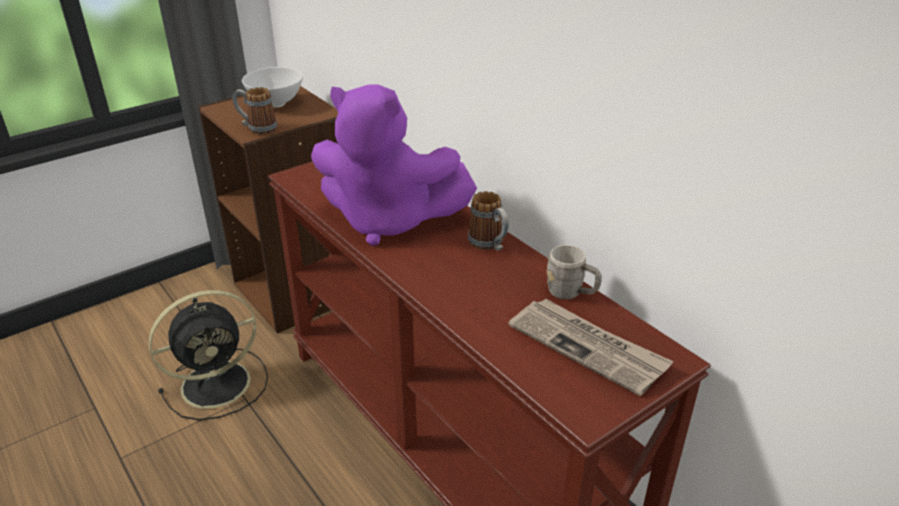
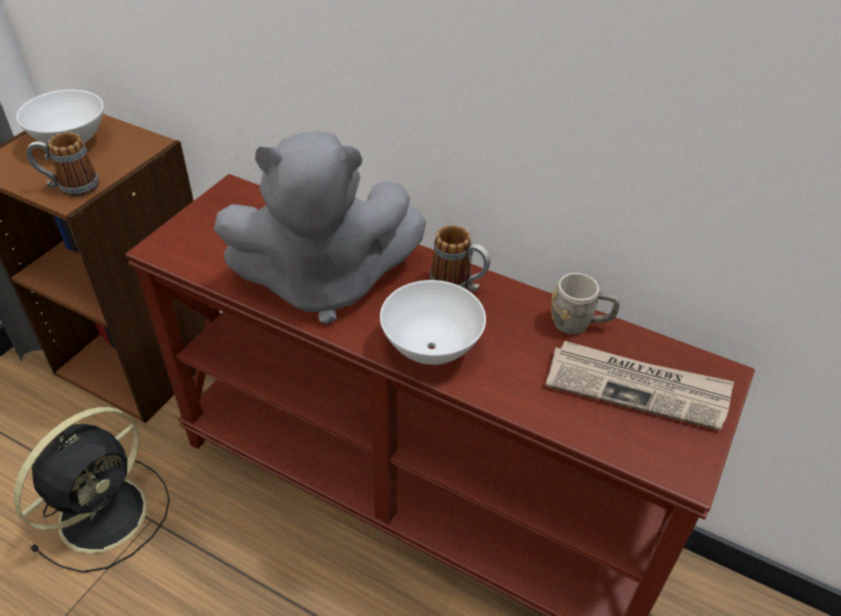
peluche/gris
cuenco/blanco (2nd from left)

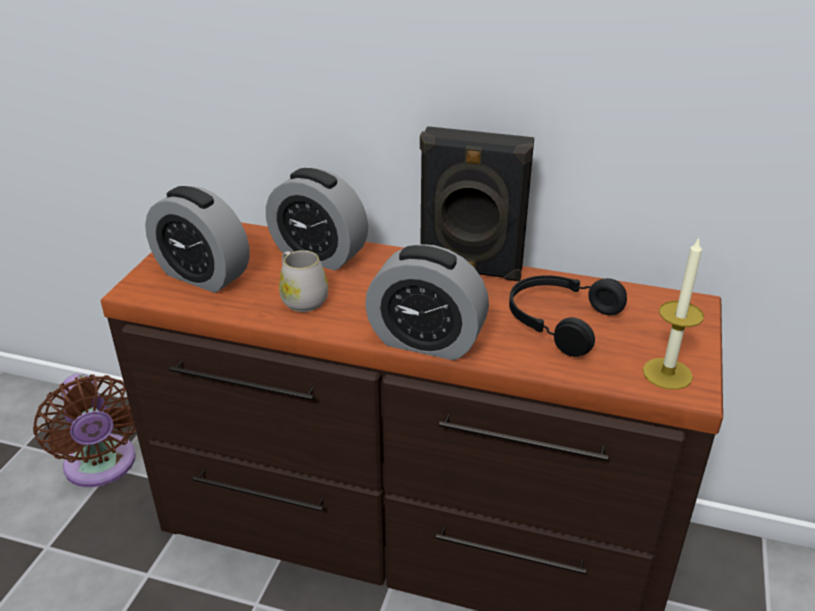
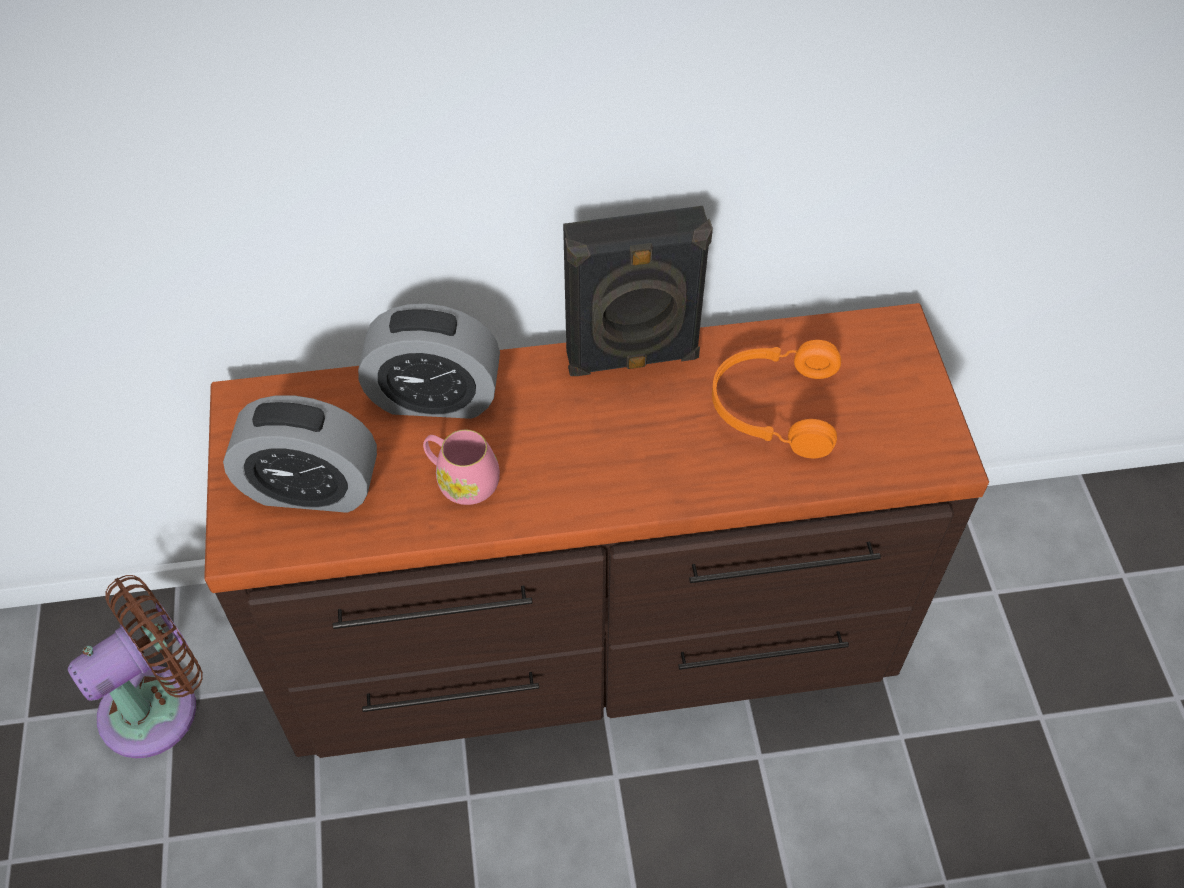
vela
despertador (3rd from left in the first image)
taza grande/rosa
auriculares/naranja
ventilador/marrón

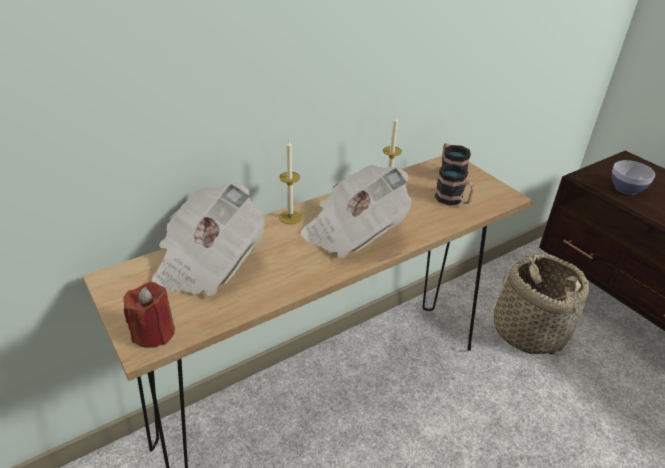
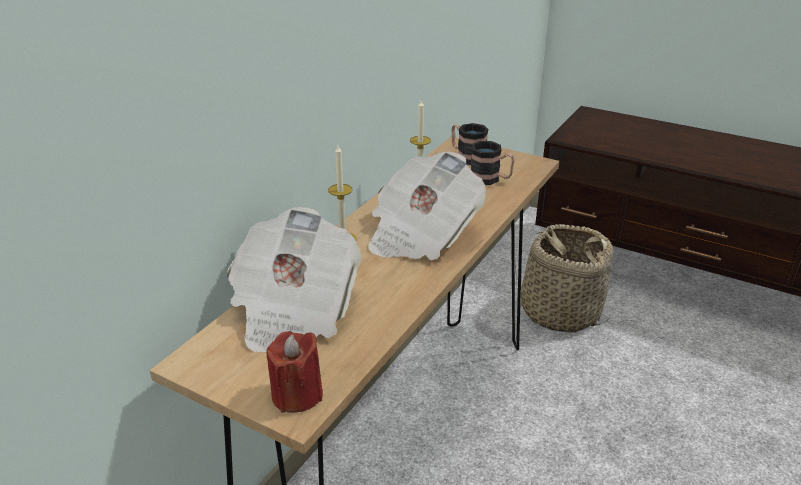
cuenco

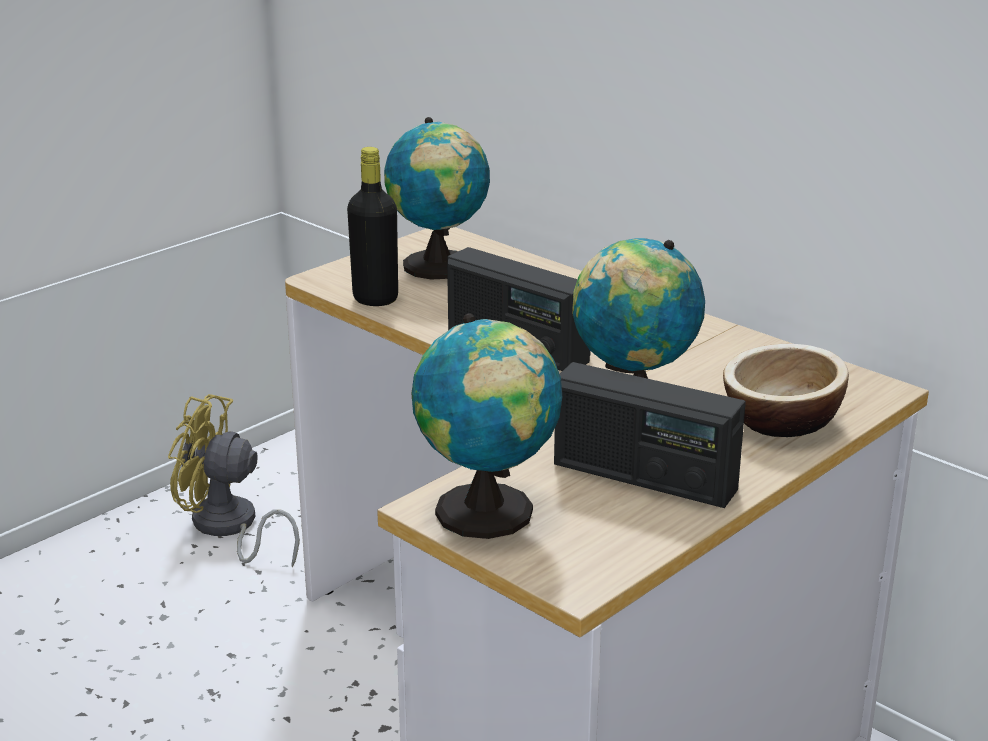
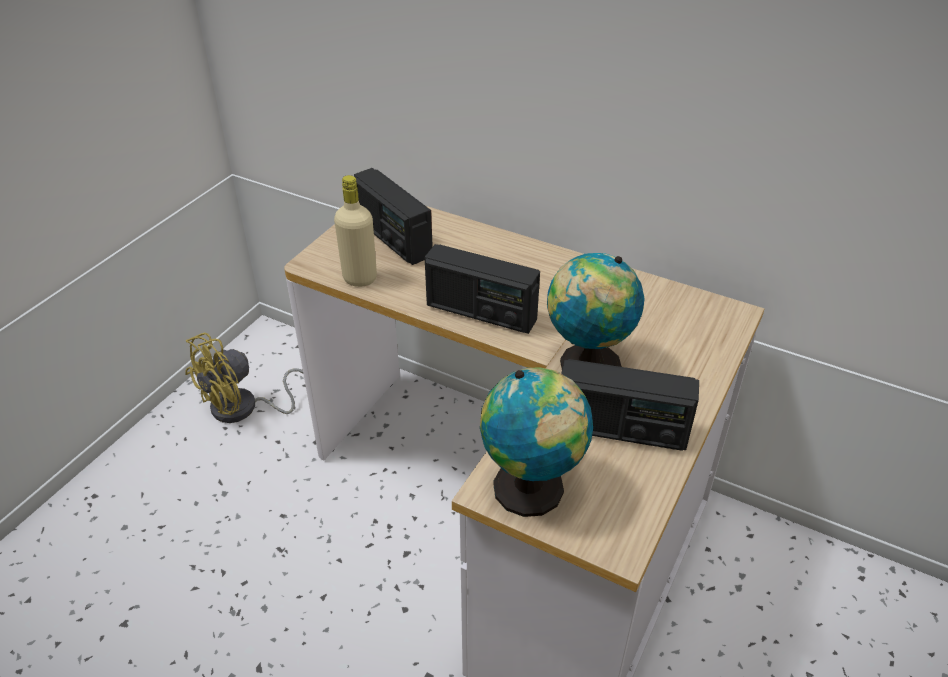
radio (1st from left)
botella/beis
cuenco
ventilador/amarillo

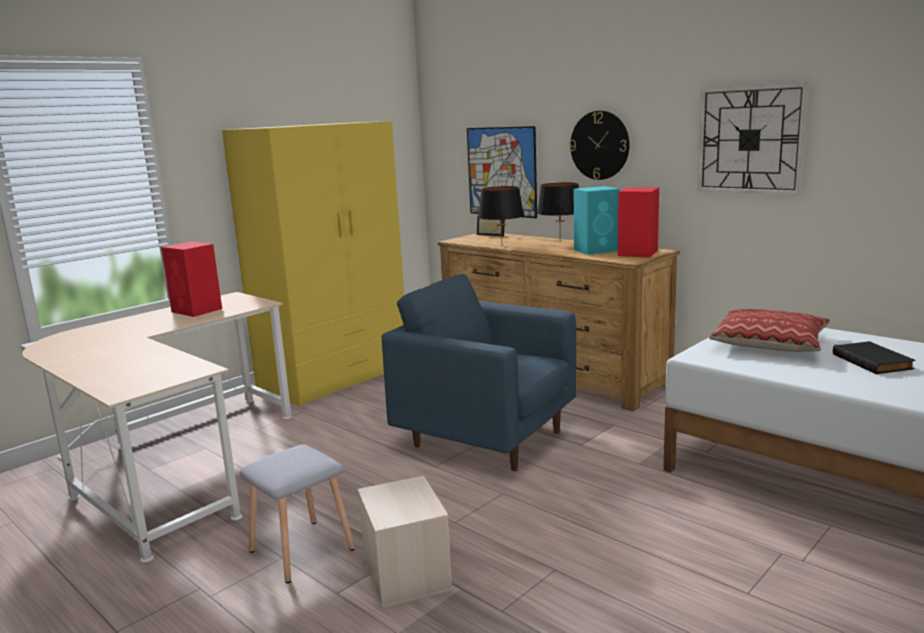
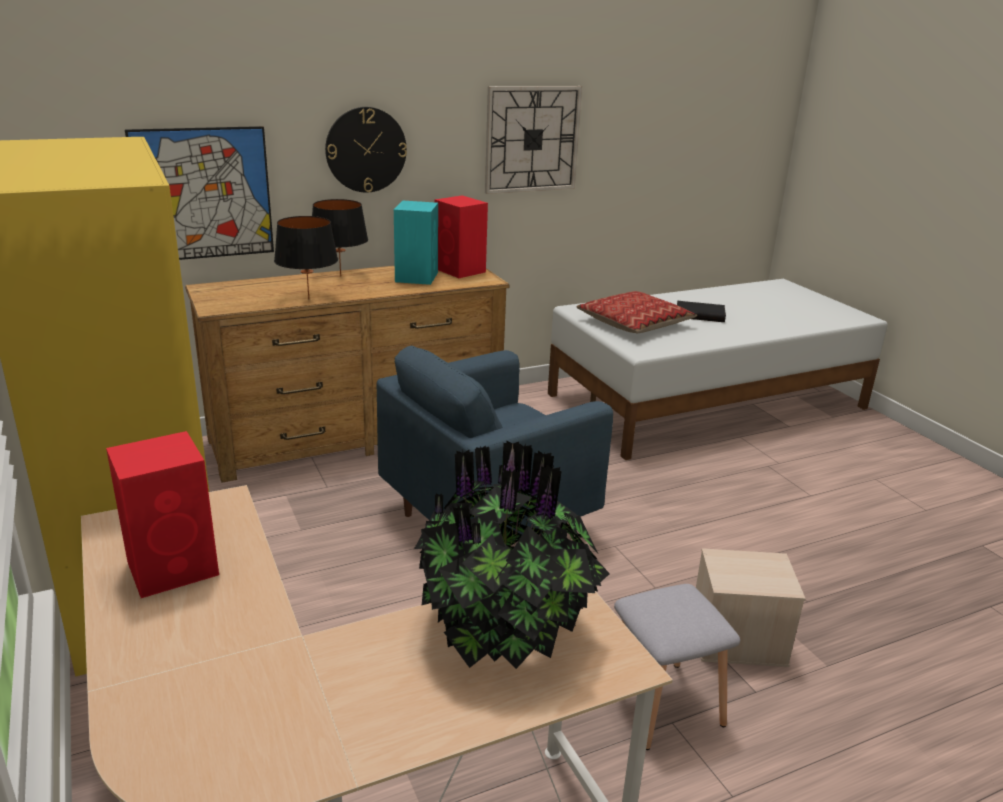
portarretratos
planta en maceta

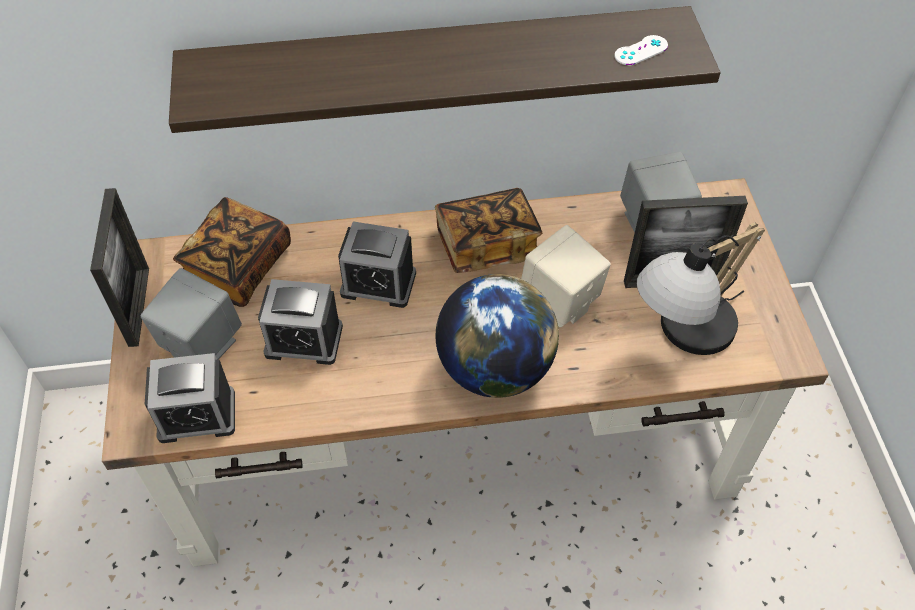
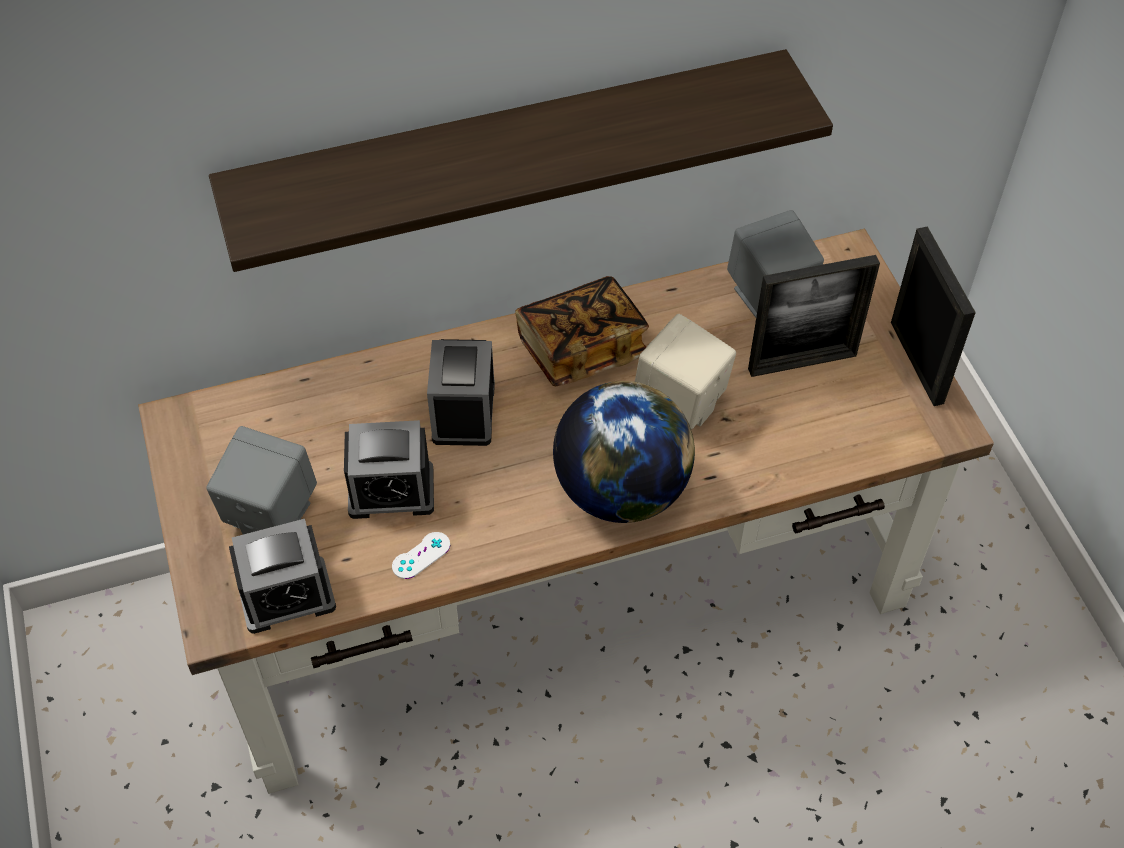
mando de consola/blanco
portarretratos (2nd from left)
libro (1st from left in the first image)
despertador (3rd from left)
lámpara de mesa

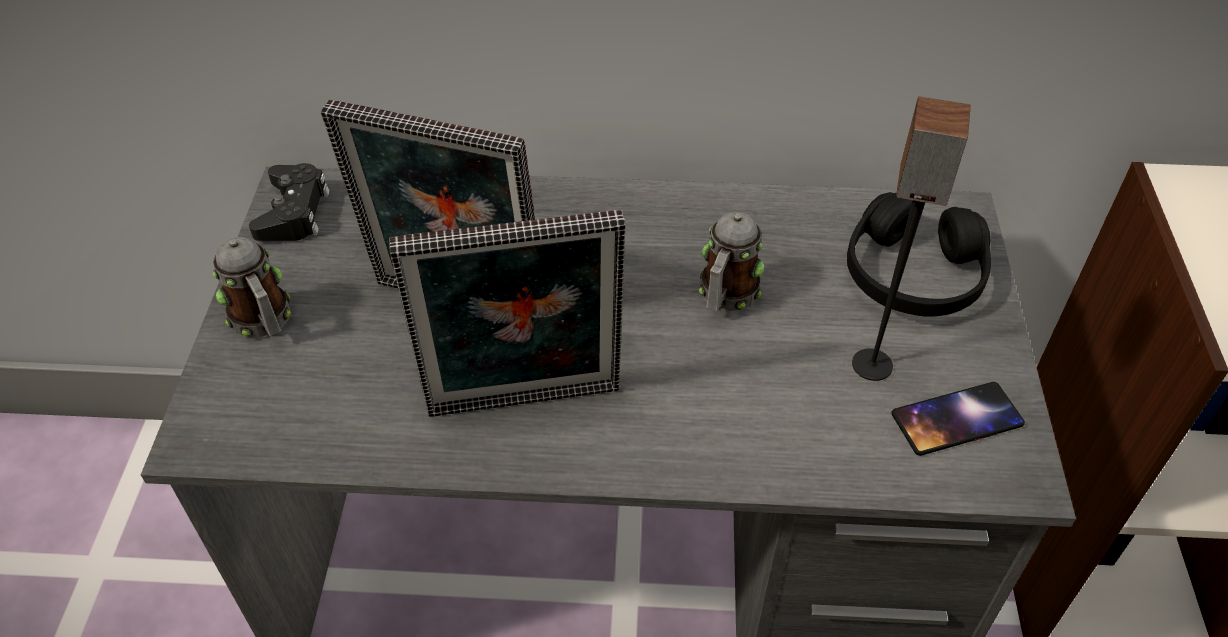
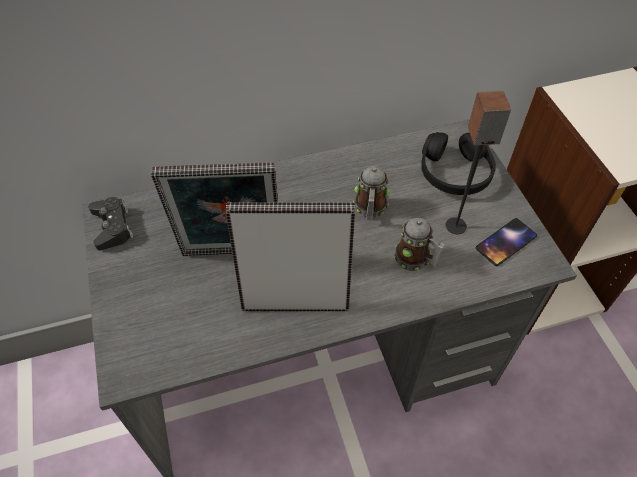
portarretratos (2nd from left)
taza grande (2nd from left)

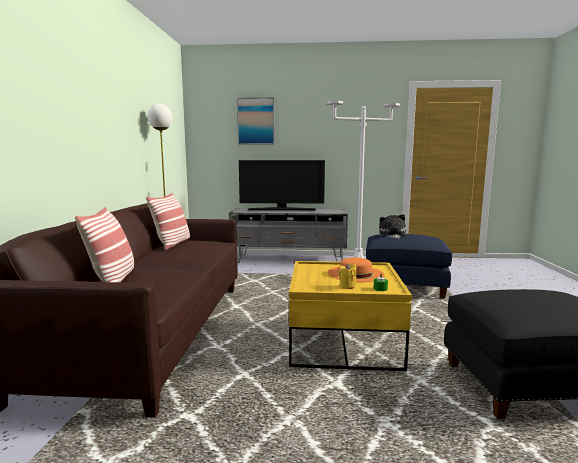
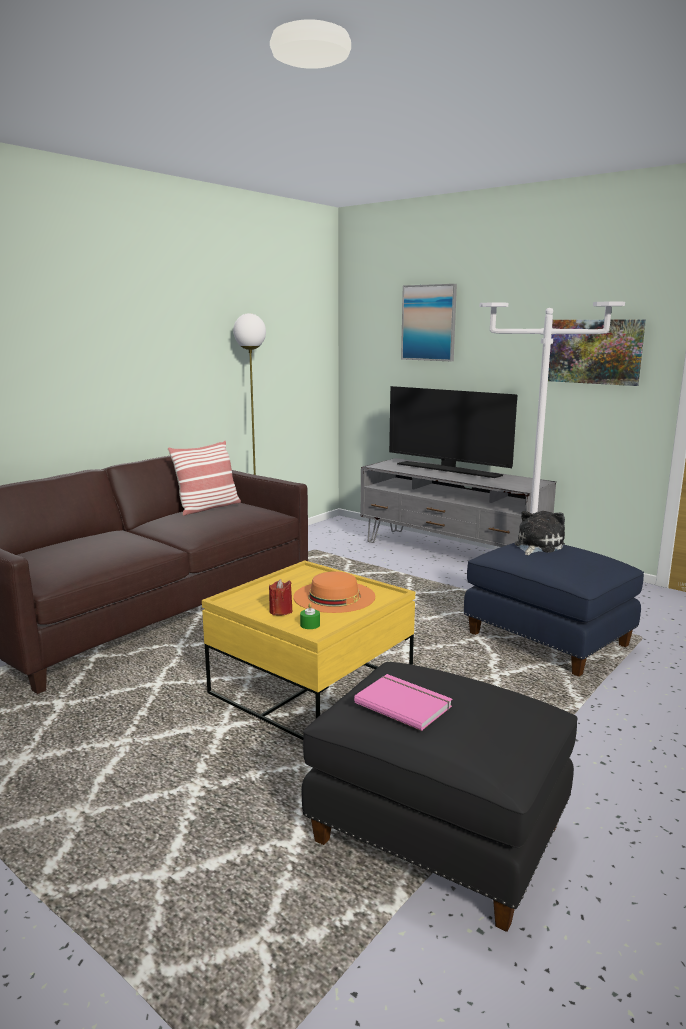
cojín (1st from left in the first image)
vela/rojo
cuadro (2nd from left)
libro/rosa

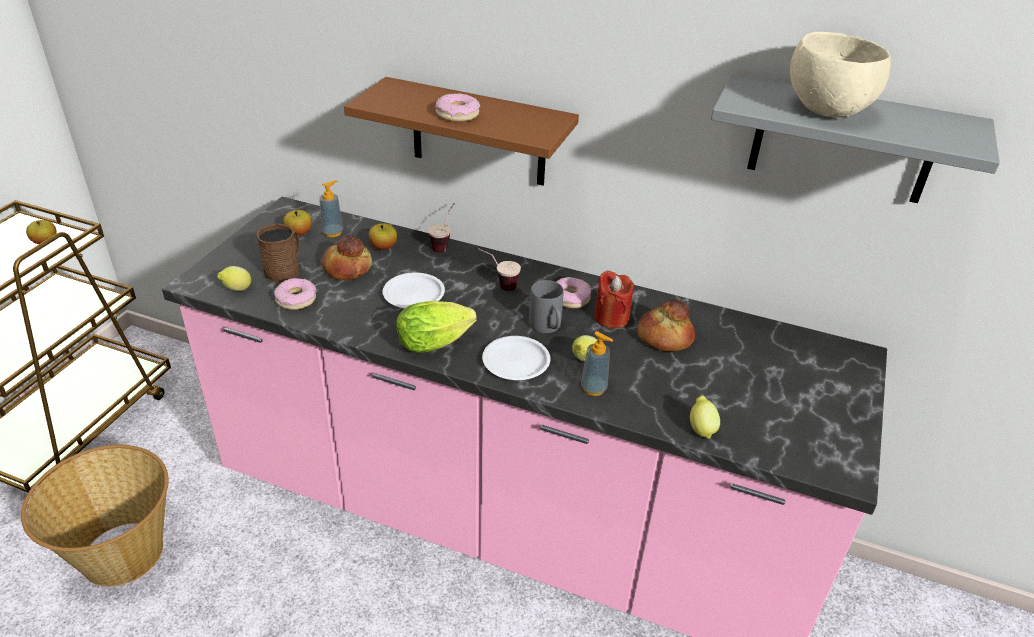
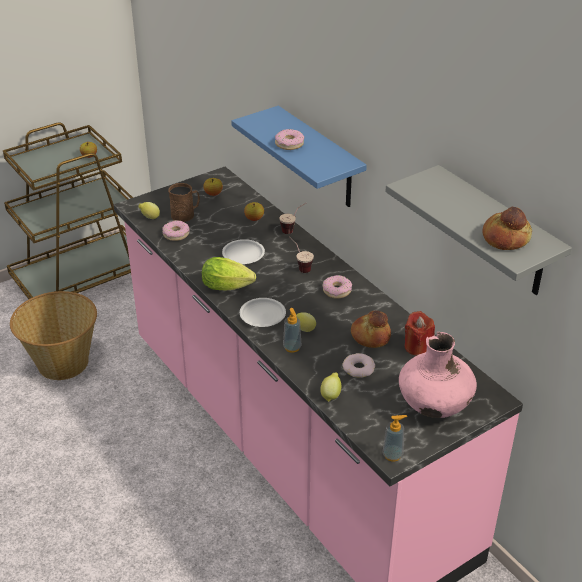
cuenco/beis
estante/azul
dispensador de jabón (2nd from left)
pan (2nd from left)
vela/rojo
taza grande/gris
florero/rosa
rosquilla (4th from left)

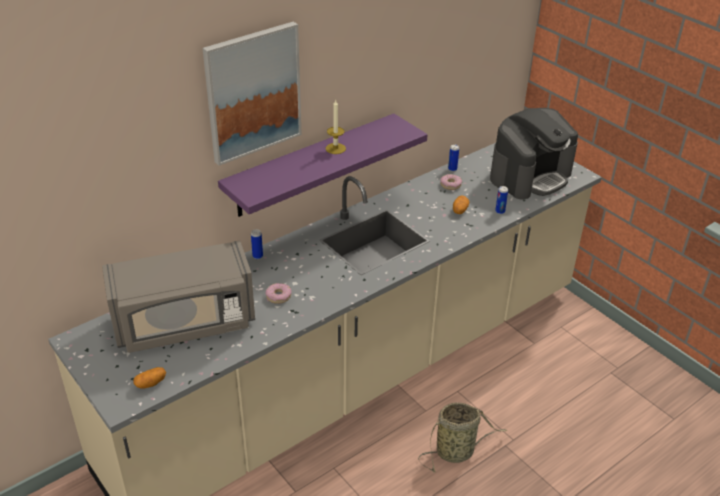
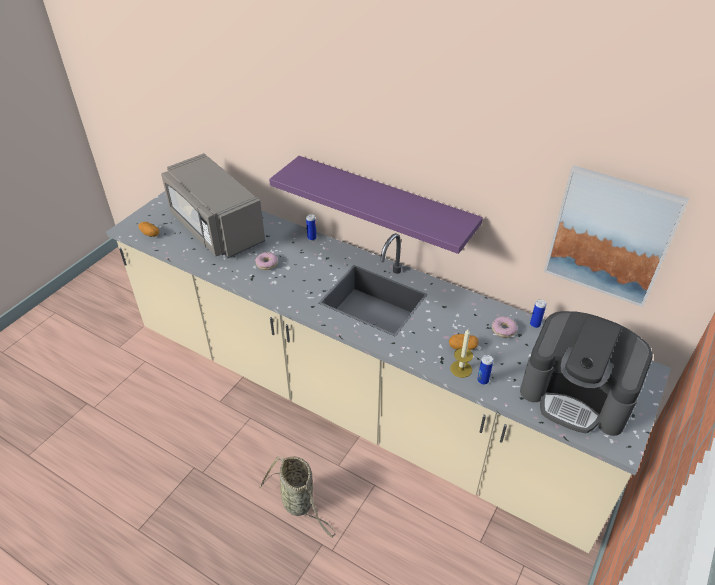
cuadro
vela

